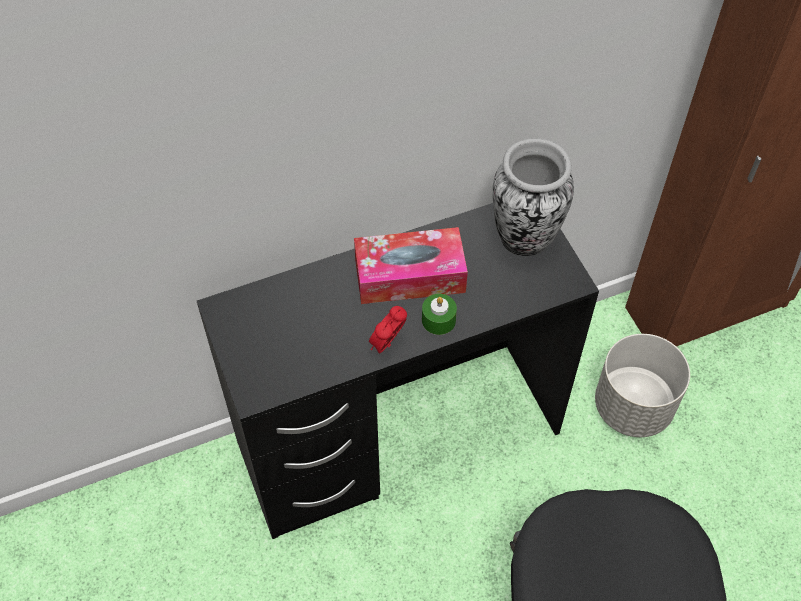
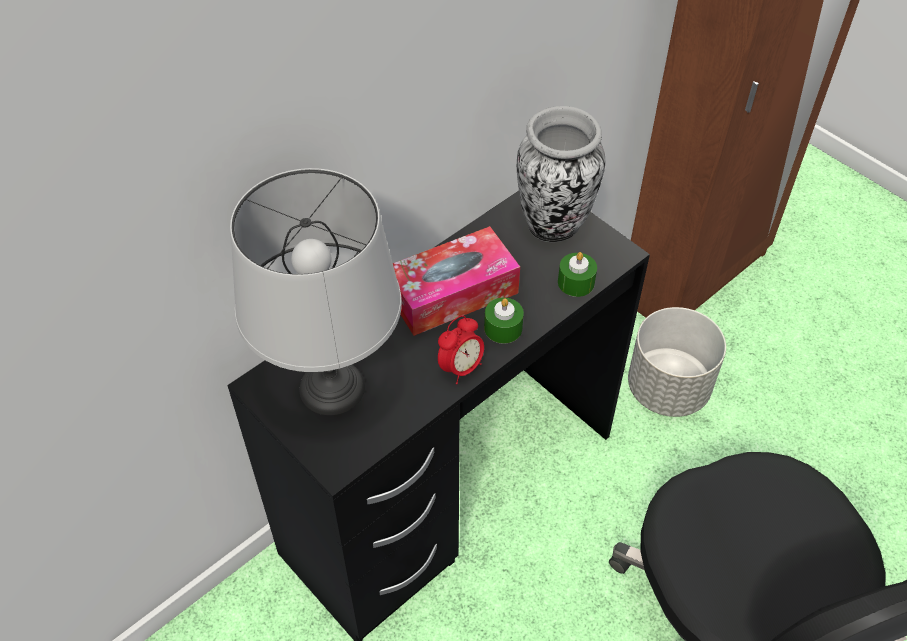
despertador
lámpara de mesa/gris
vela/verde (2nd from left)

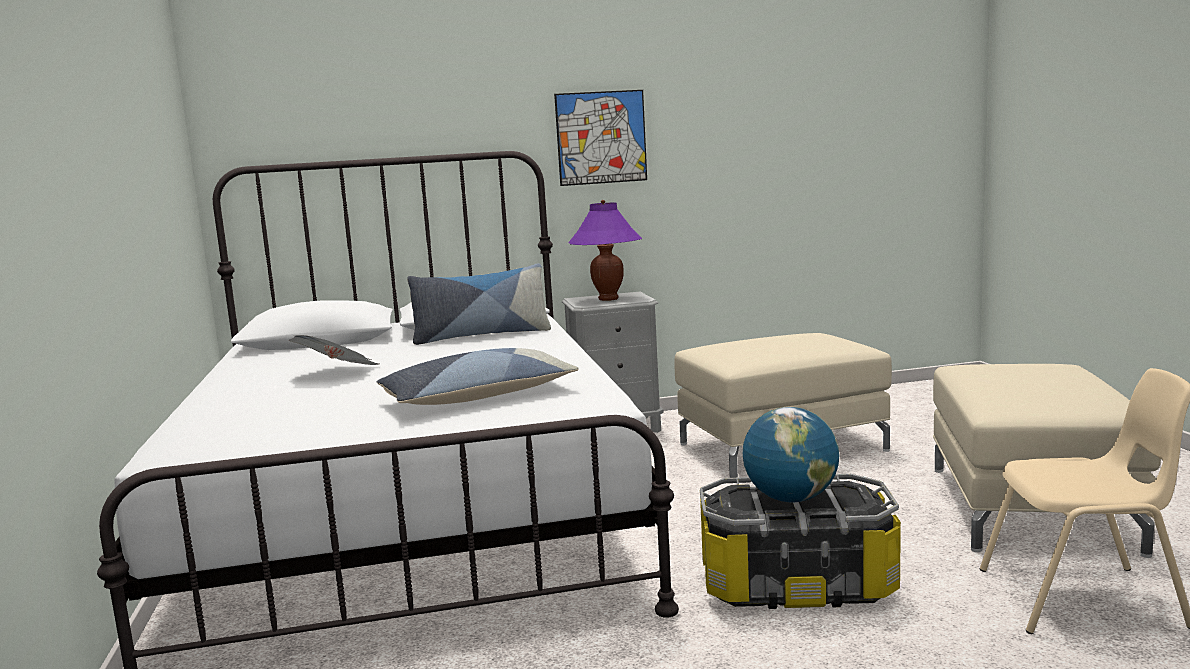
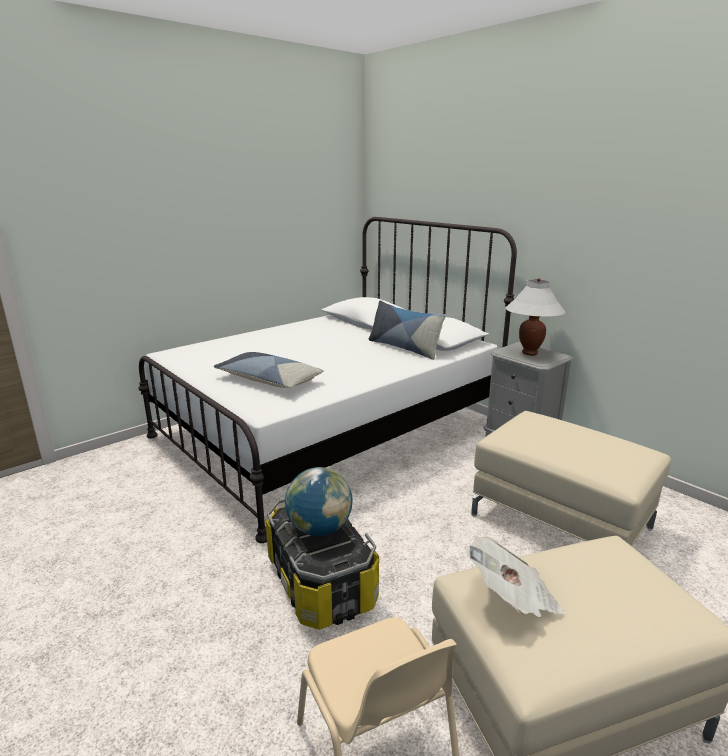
cuadro
lámpara de mesa/blanco
periódico

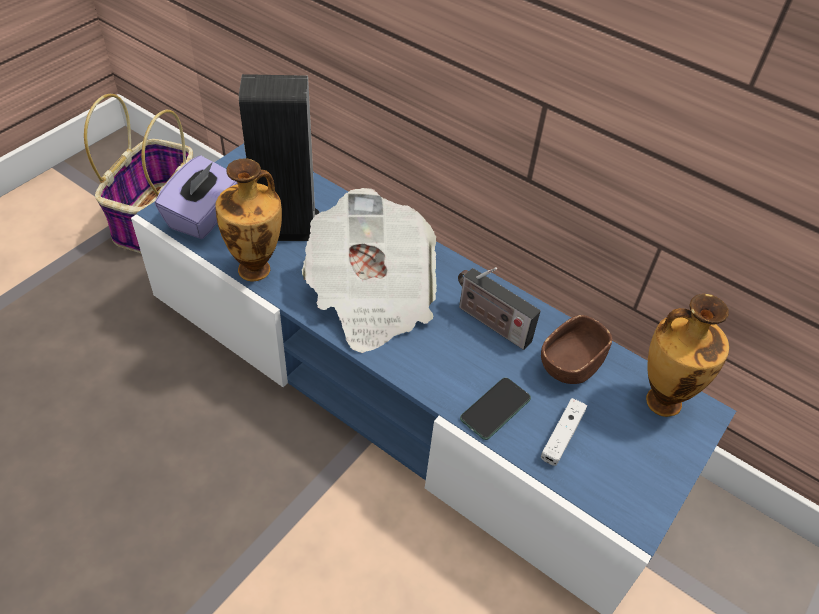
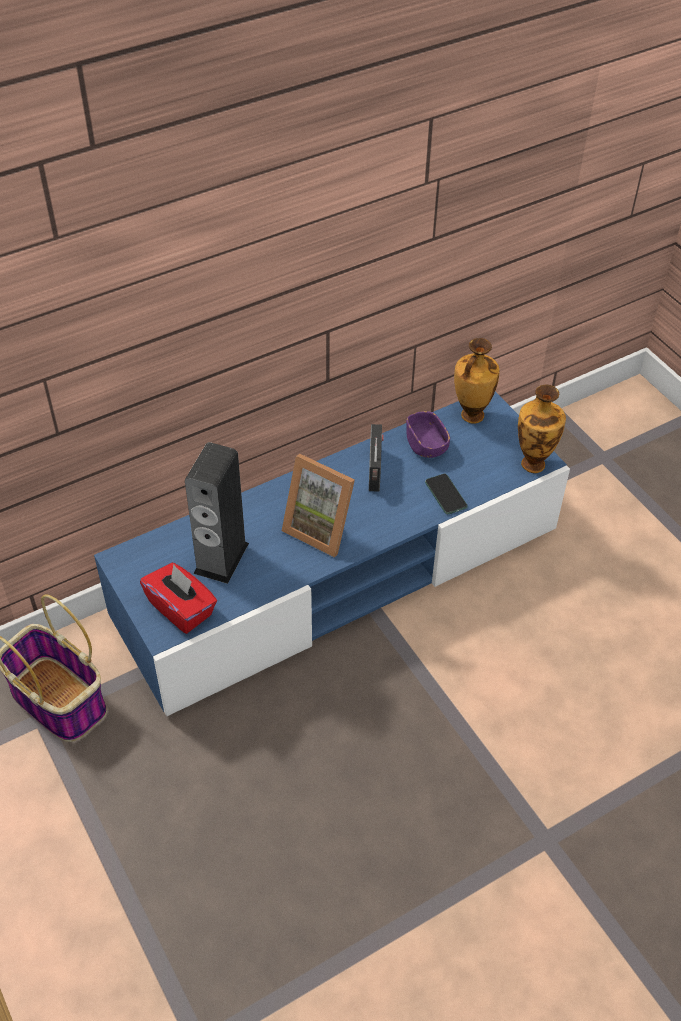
caja de pañuelos/rojo
florero (2nd from left)
portarretratos
radio
cuenco/morado
mando de consola/blanco

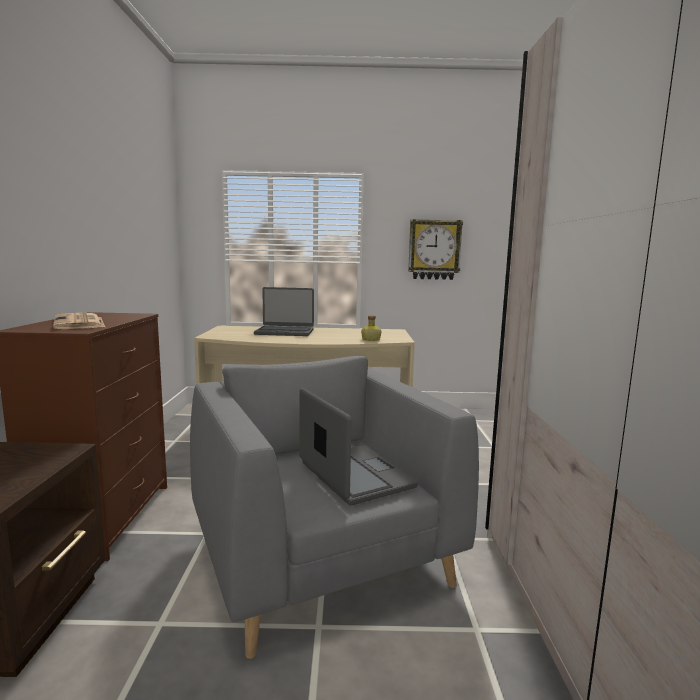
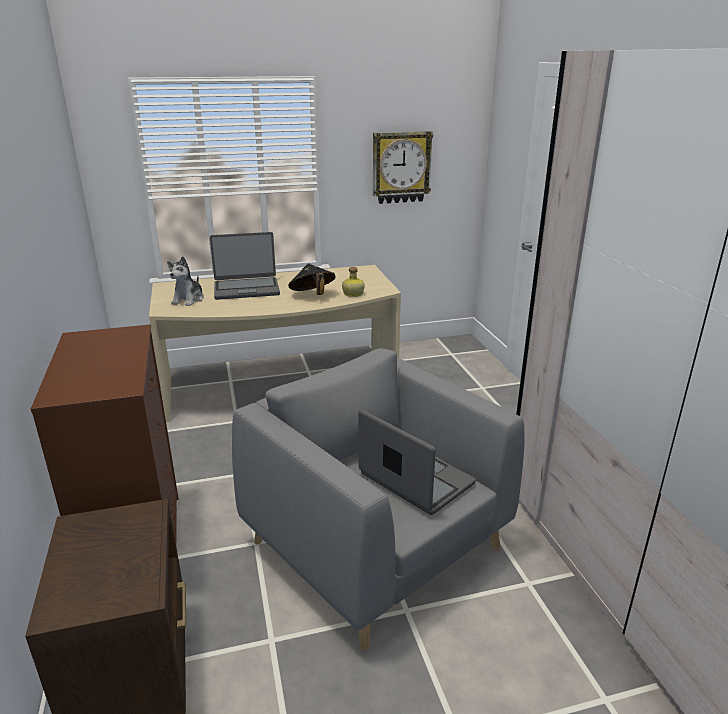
periódico
peluche
sombrero/negro

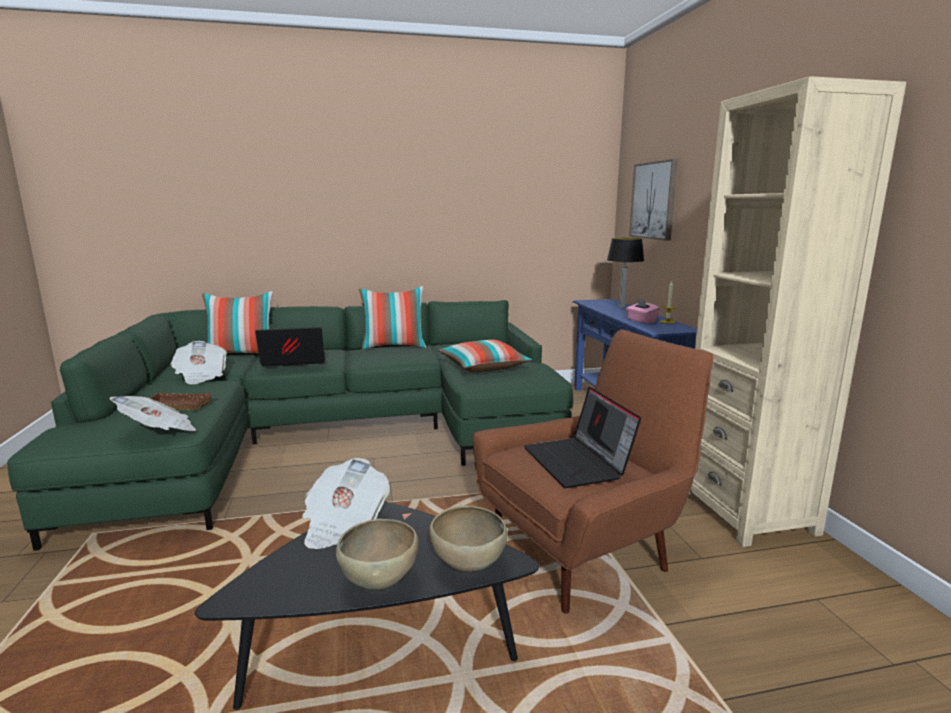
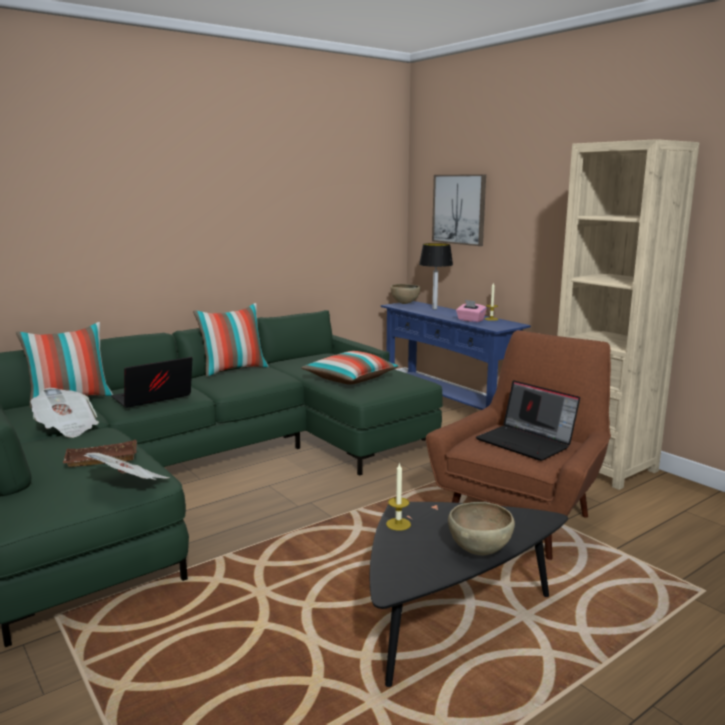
vela (1st from left)
cuenco/marrón (1st from left)

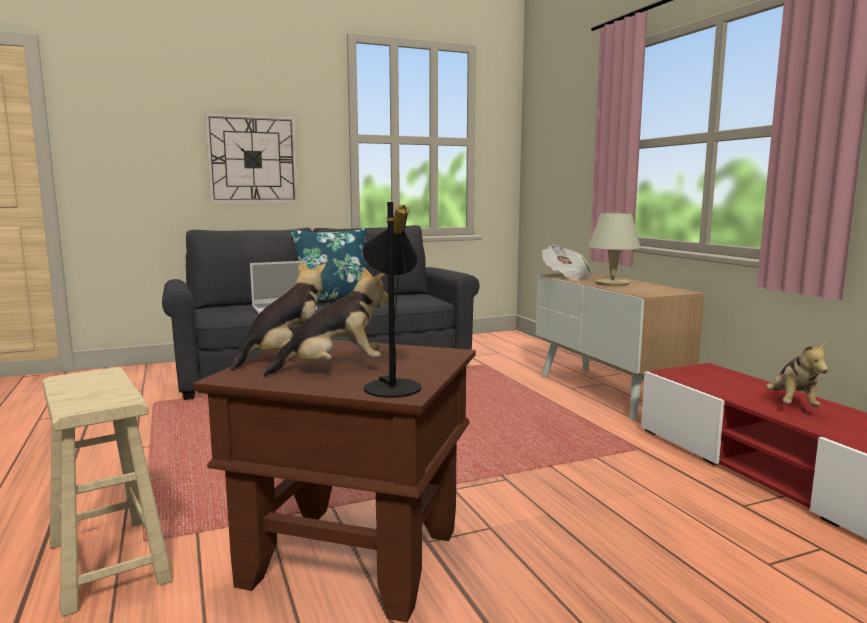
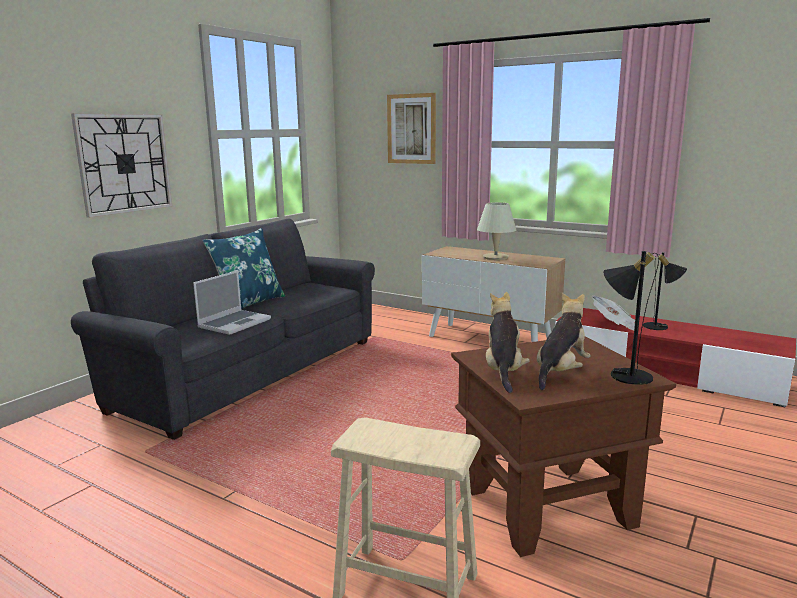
periódico
lámpara de mesa/negro (2nd from left)
cuadro

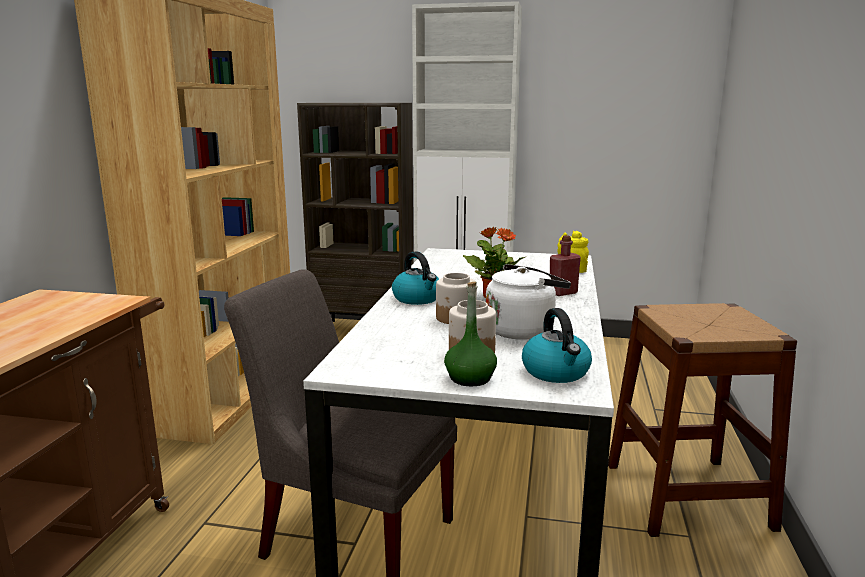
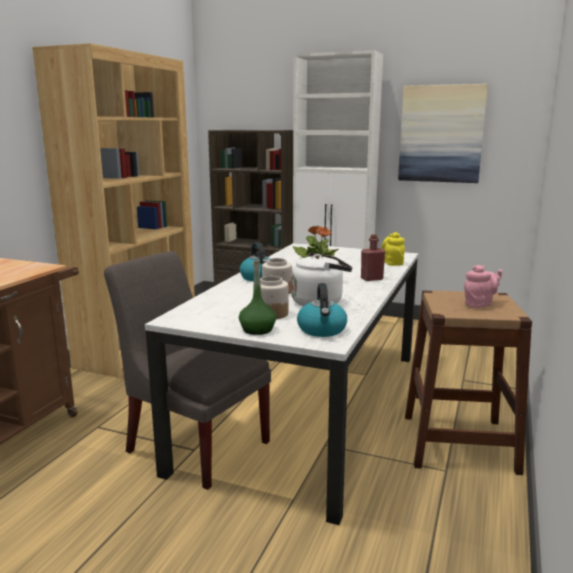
cuadro
tetera/rosa

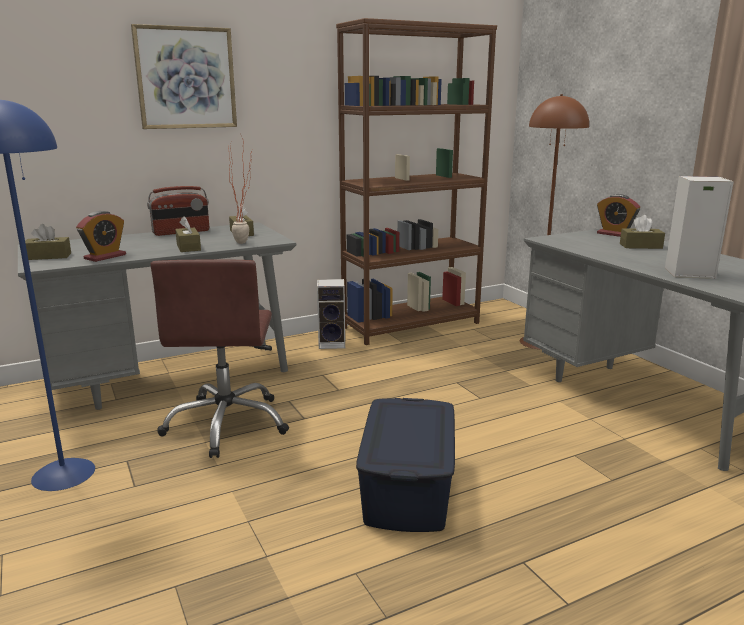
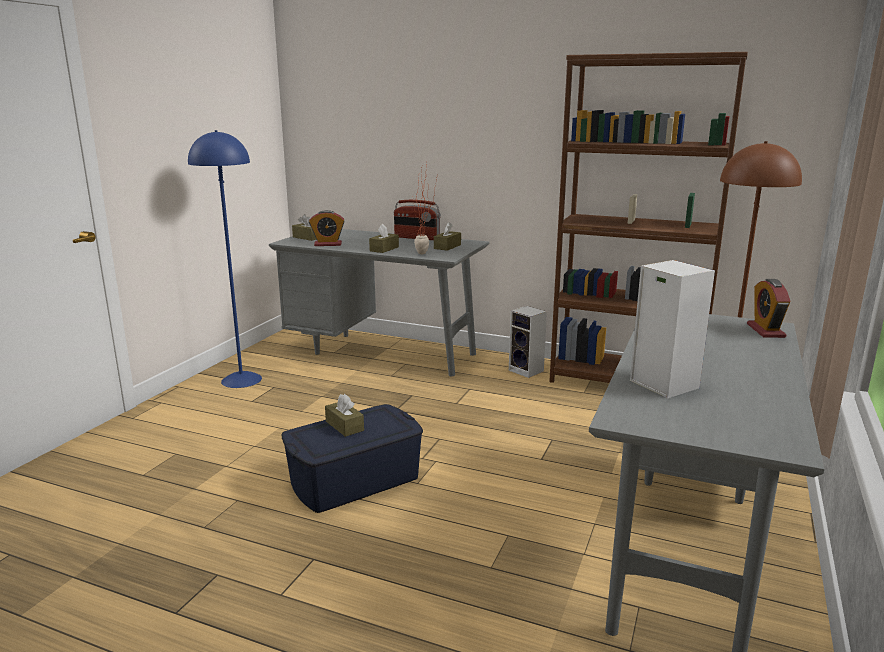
cuadro
caja de pañuelos/marrón (2nd from left)
silla de oficina/marrón

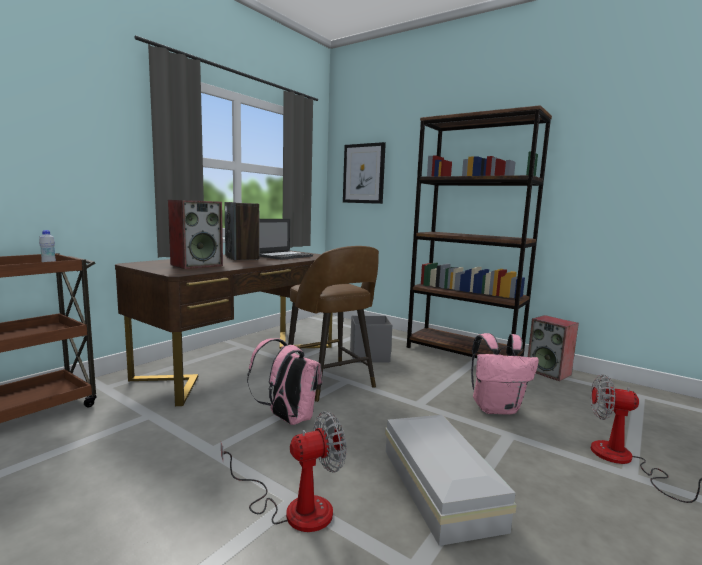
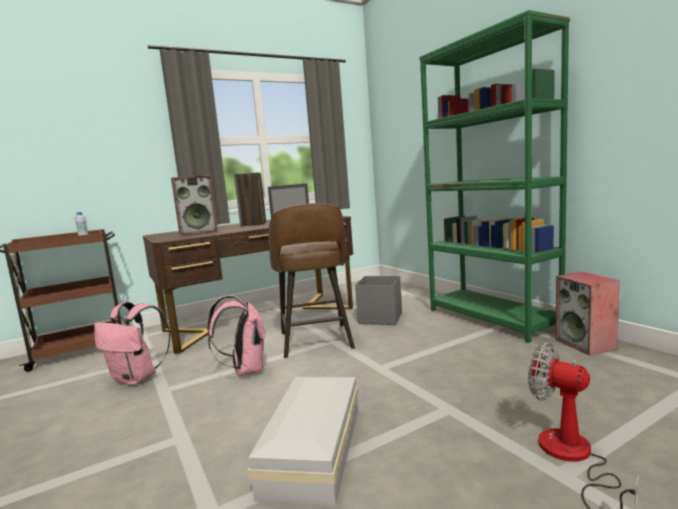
estantería/verde
cuadro
mochila/rosa (1st from left)
ventilador (1st from left in the first image)

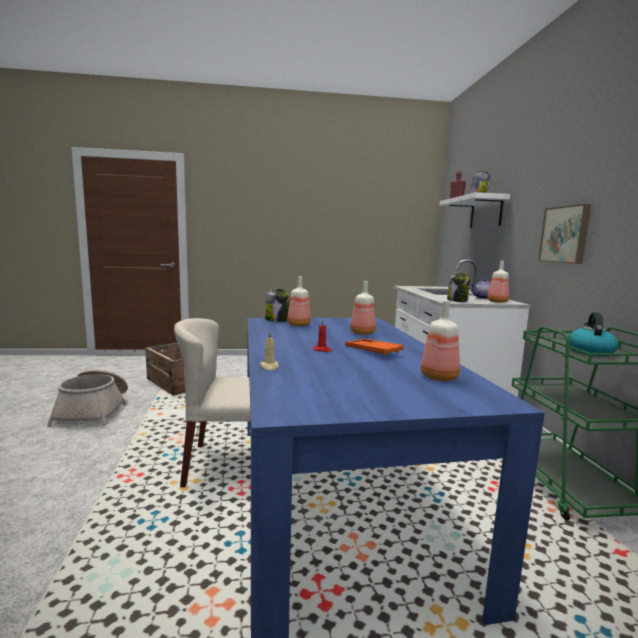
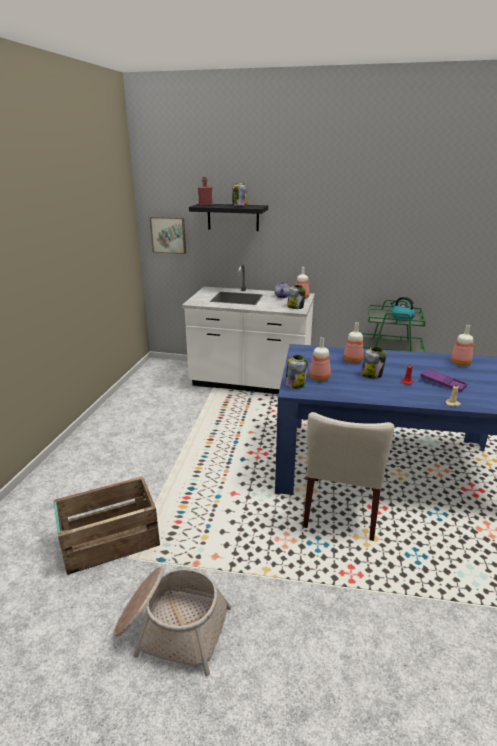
estante/negro
cuadro
bandeja/naranja
tarro (4th from left)
bandeja/morado

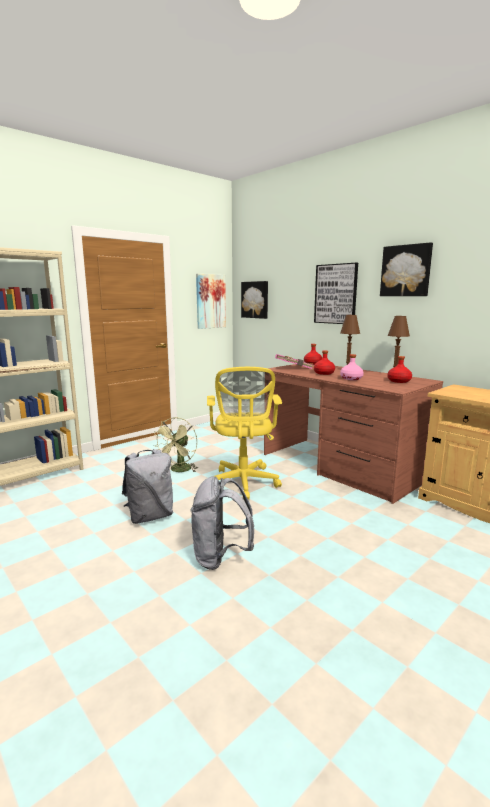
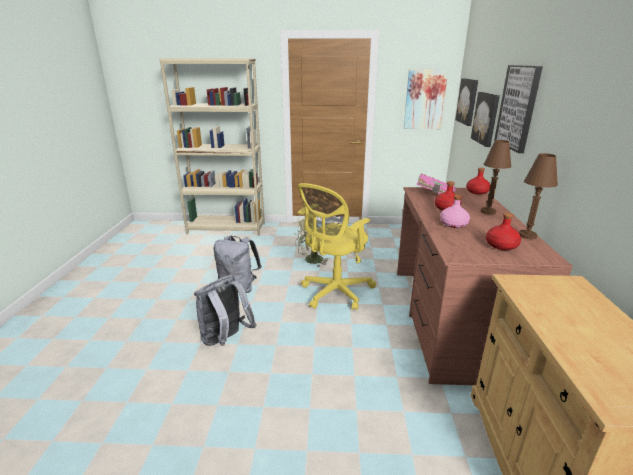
cuadro (3rd from left)

